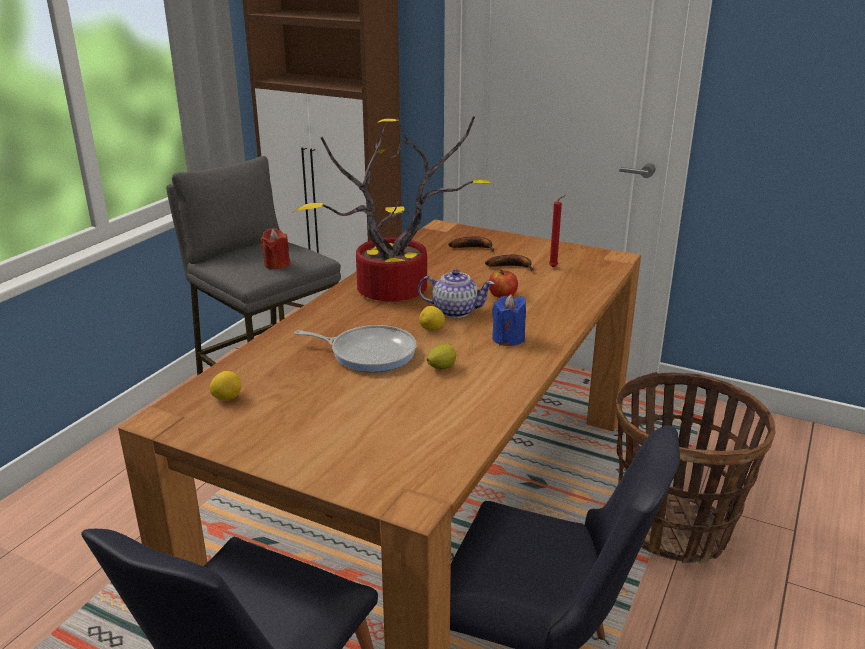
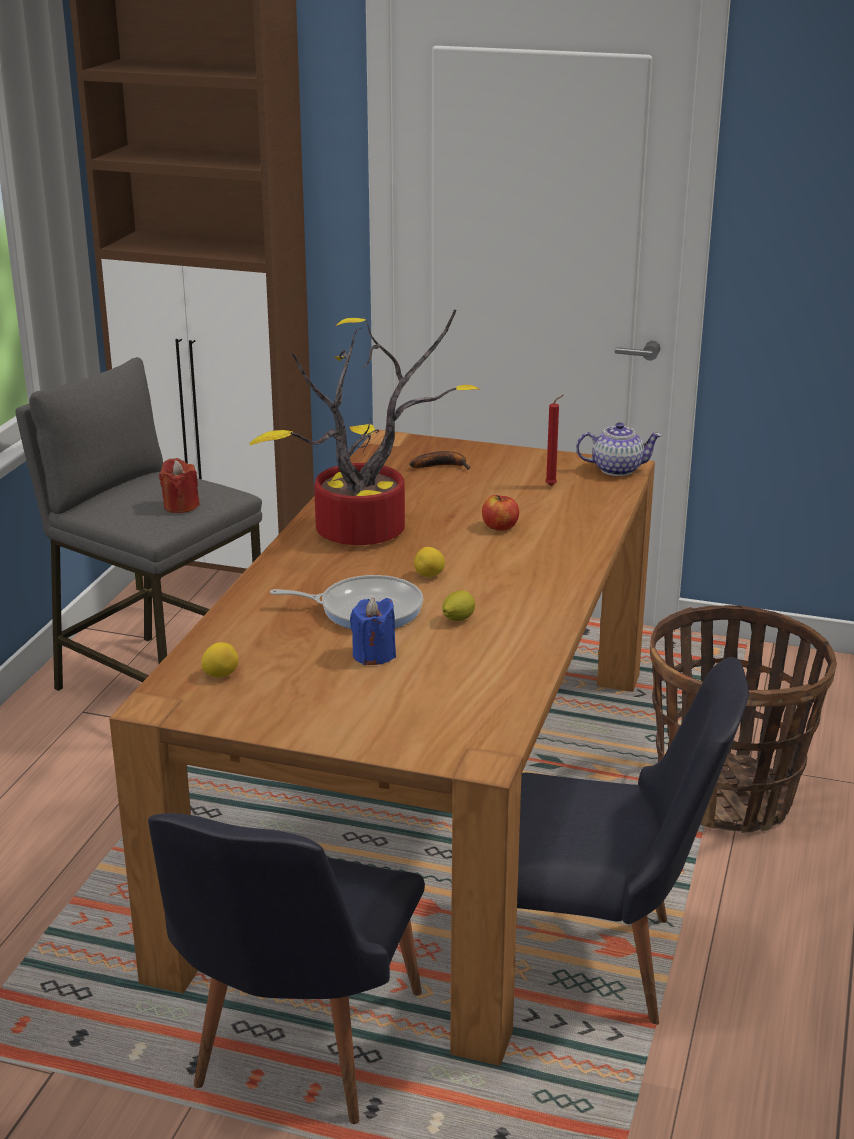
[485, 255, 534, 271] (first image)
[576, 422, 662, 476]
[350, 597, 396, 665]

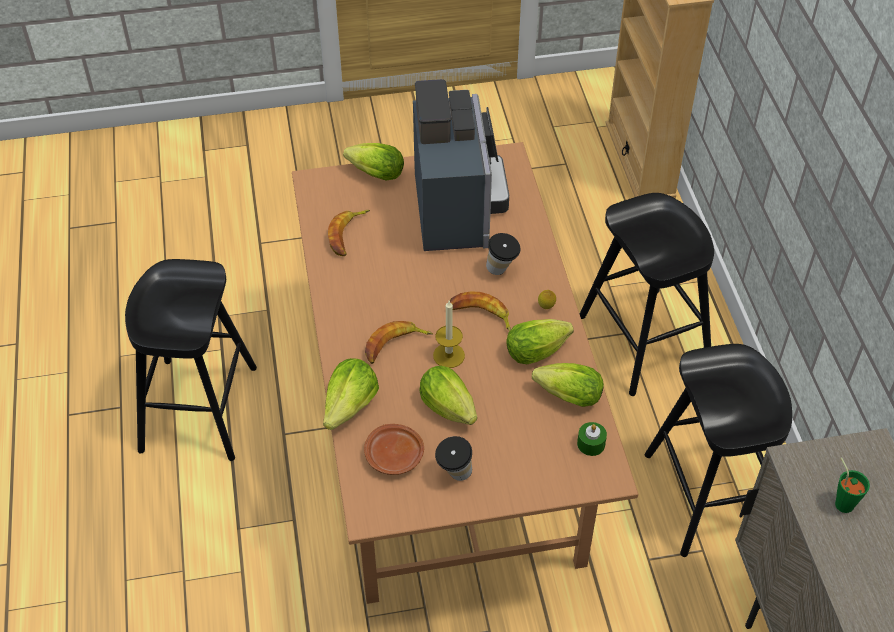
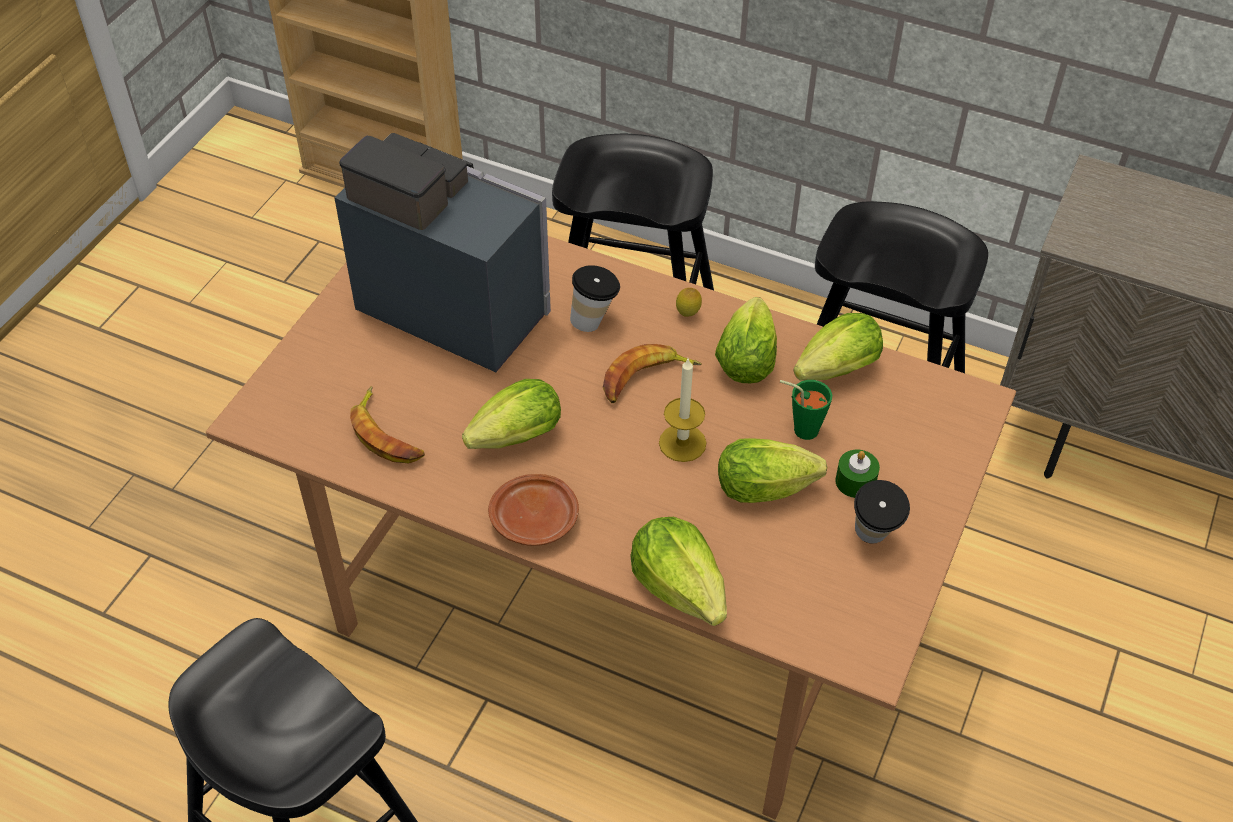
[462, 379, 561, 449]
[365, 321, 433, 364] (first image)
[835, 450, 880, 498]
[488, 474, 579, 546]
[780, 380, 832, 440]

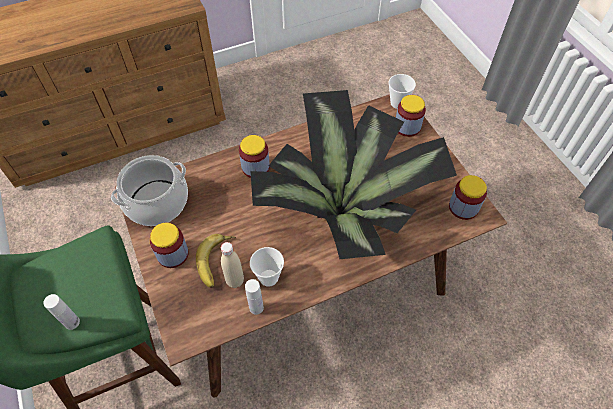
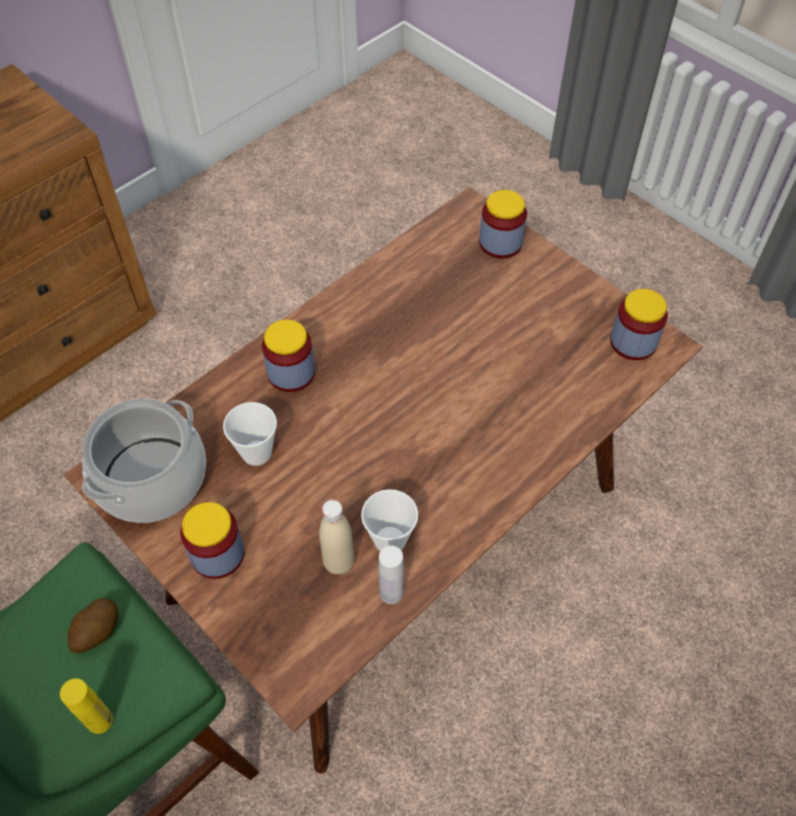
[223, 402, 277, 466]
[251, 90, 457, 259] (first image)
[196, 234, 236, 288] (first image)
[60, 678, 113, 734]
[68, 598, 118, 653]

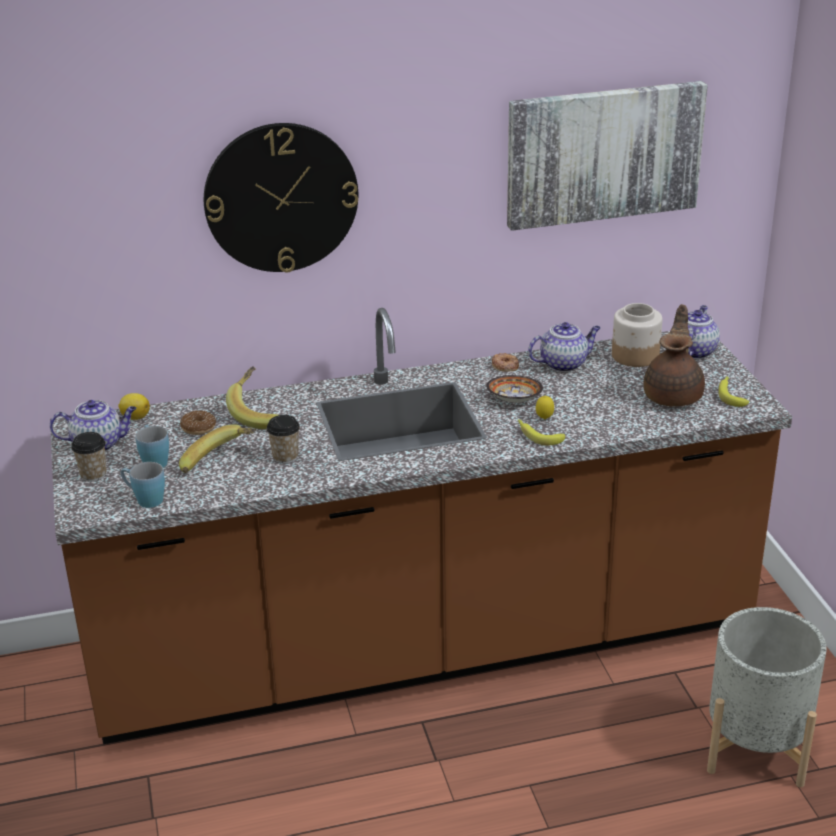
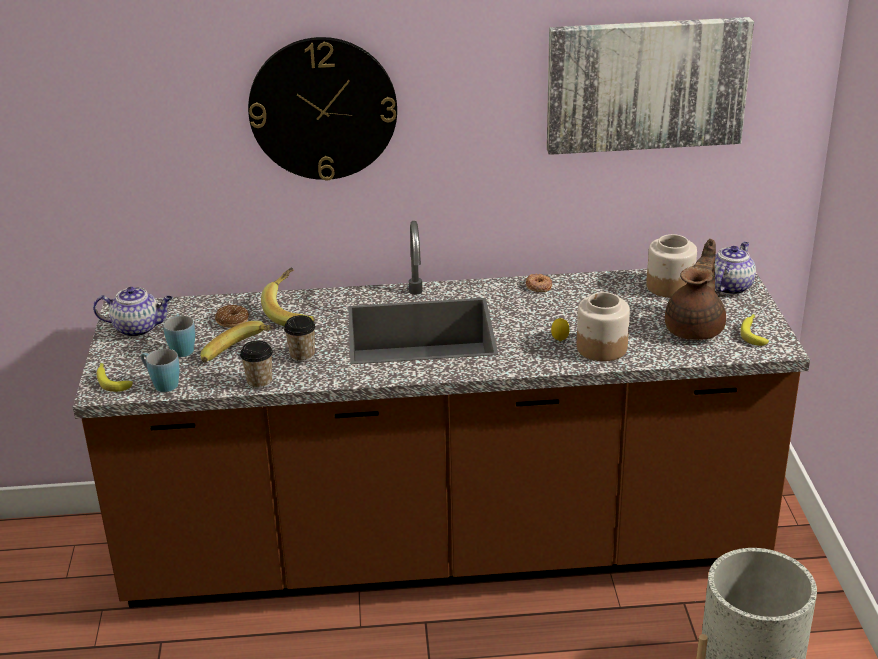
[528, 322, 601, 372] (first image)
[486, 375, 543, 402] (first image)
[118, 393, 150, 420] (first image)
[97, 363, 133, 392]
[240, 341, 273, 389]
[577, 292, 630, 361]

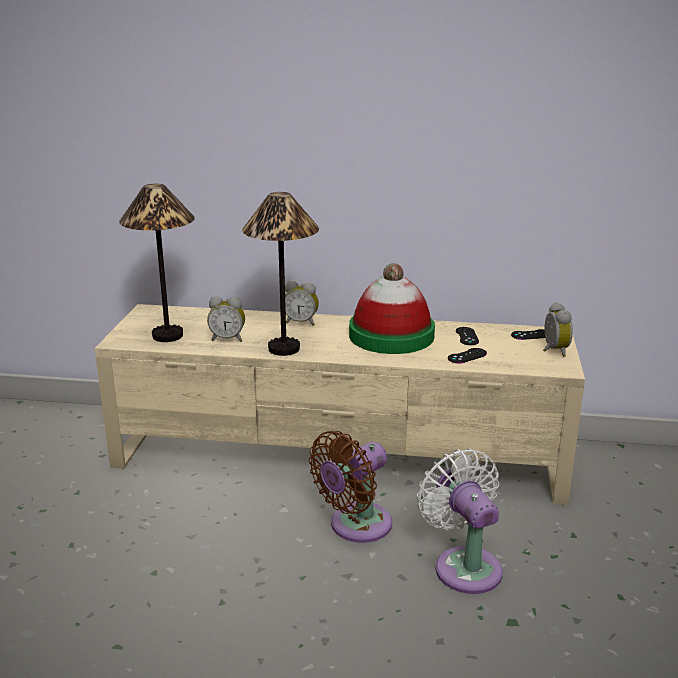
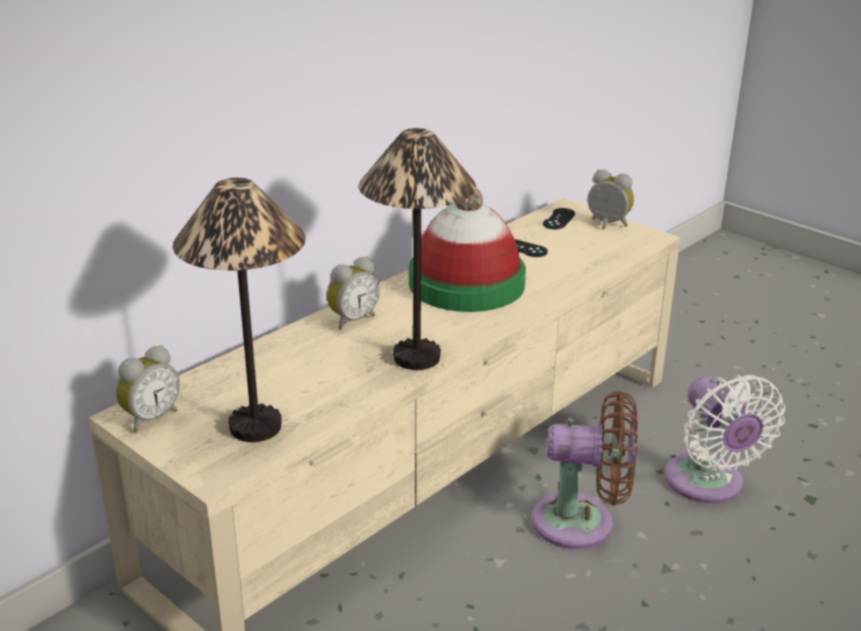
[116, 345, 180, 432]
[448, 348, 487, 363] (first image)
[532, 391, 638, 549]
[665, 375, 785, 503]

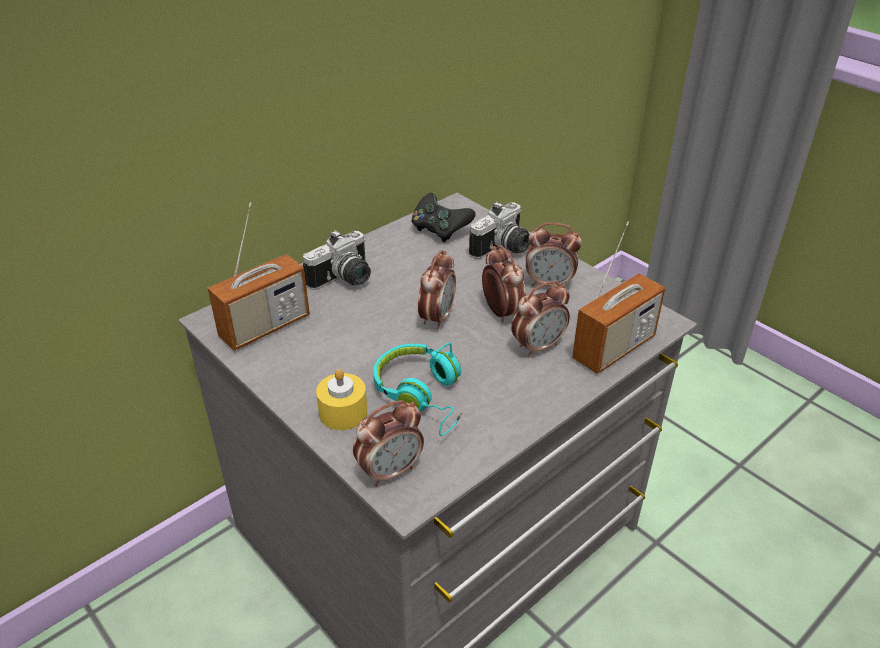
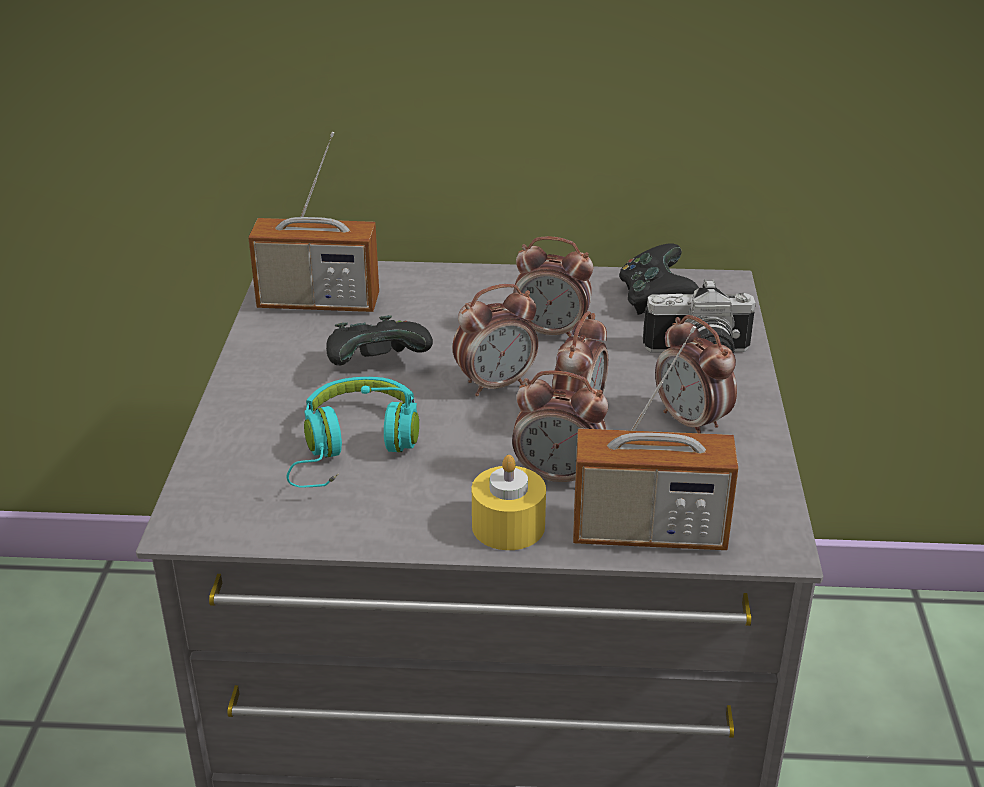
[303, 230, 371, 290] (first image)
[472, 455, 546, 550]
[513, 236, 593, 337]
[326, 315, 433, 365]

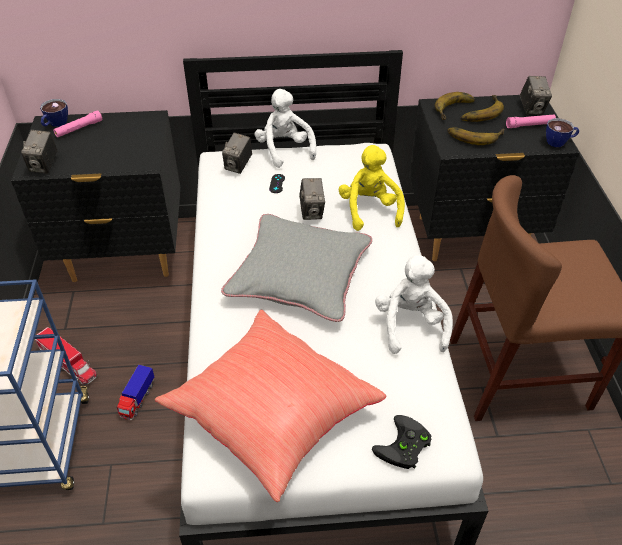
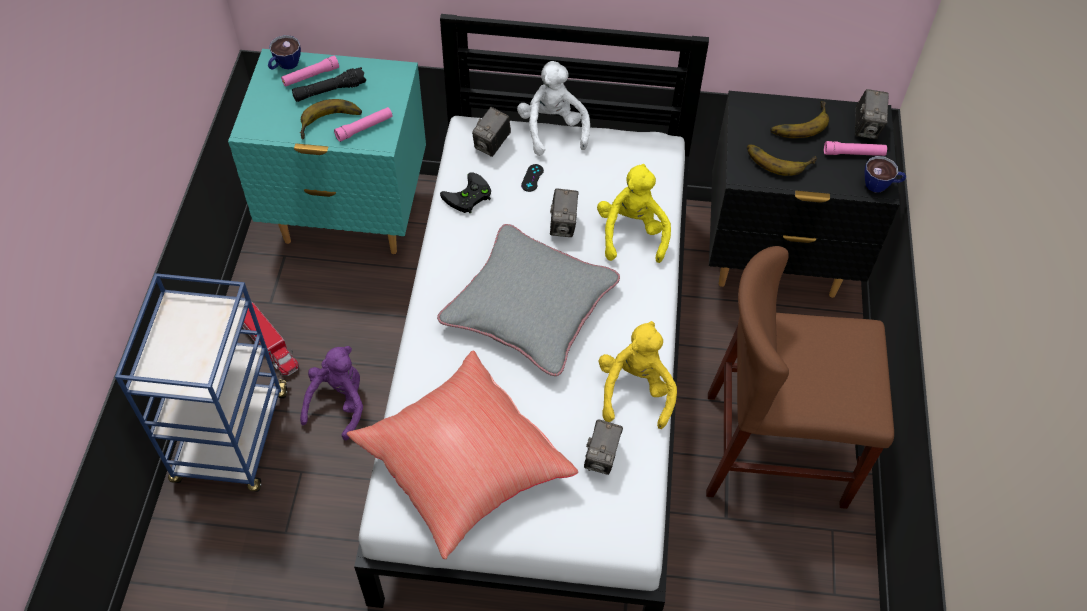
[300, 99, 362, 139]
[228, 49, 426, 254]
[584, 419, 623, 475]
[599, 321, 677, 429]
[300, 346, 363, 441]
[440, 173, 491, 213]
[292, 67, 366, 102]
[334, 107, 393, 142]

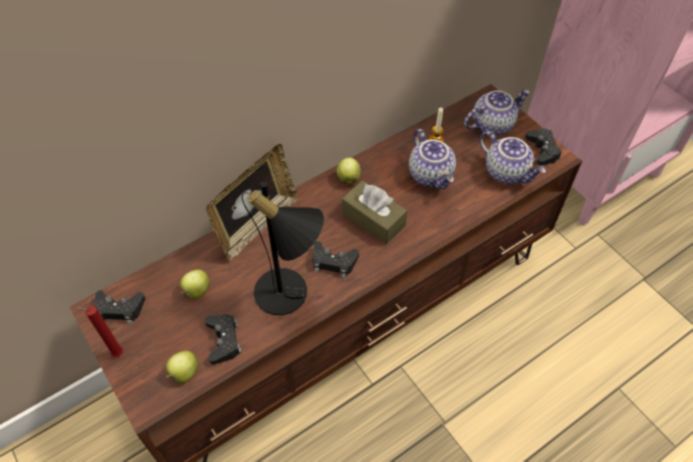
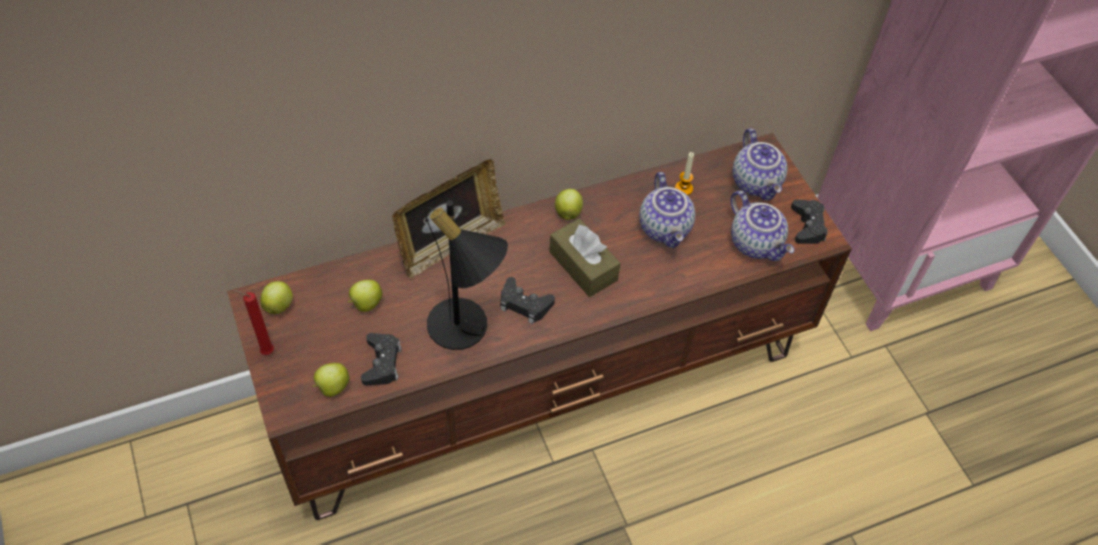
[733, 128, 787, 201]
[260, 281, 293, 314]

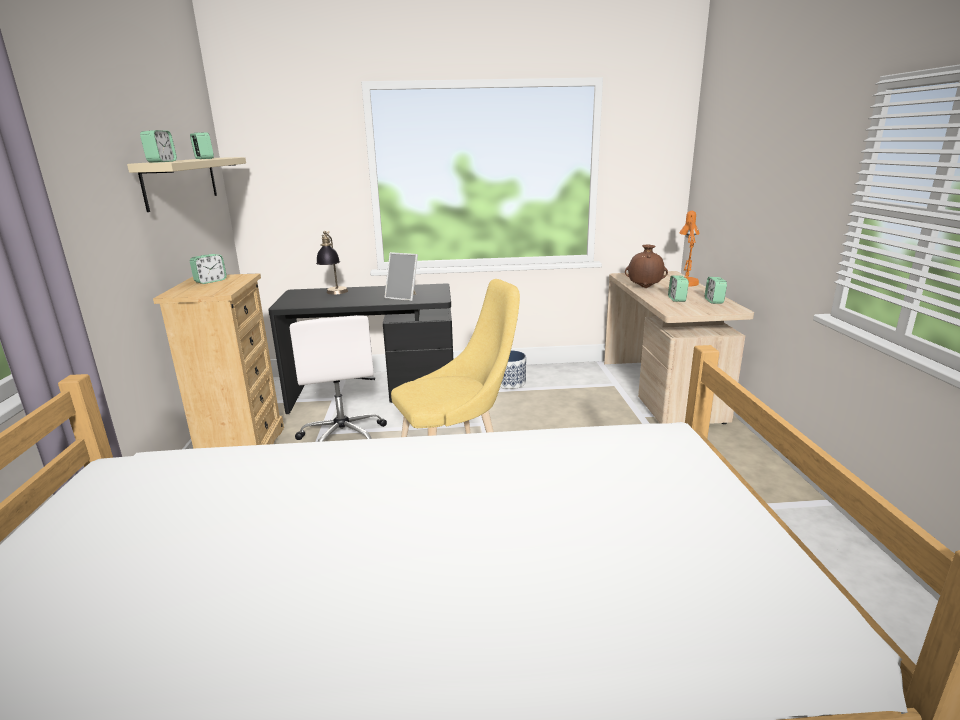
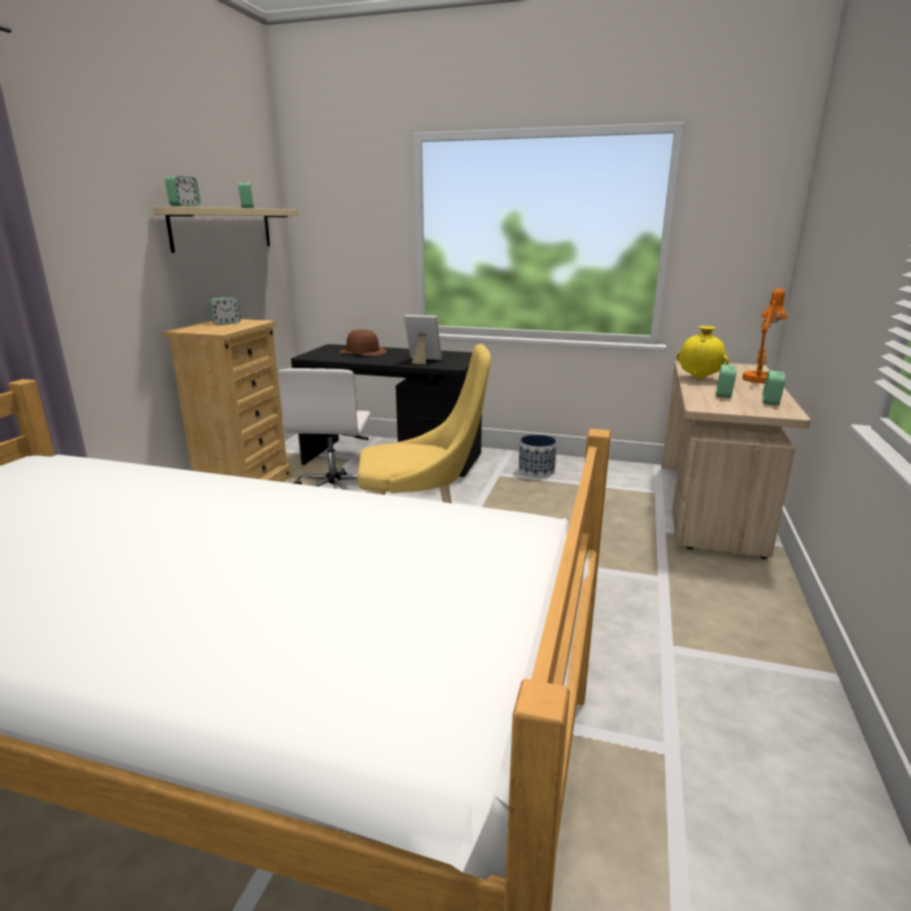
[340, 330, 386, 355]
[676, 326, 729, 379]
[404, 315, 442, 364]

